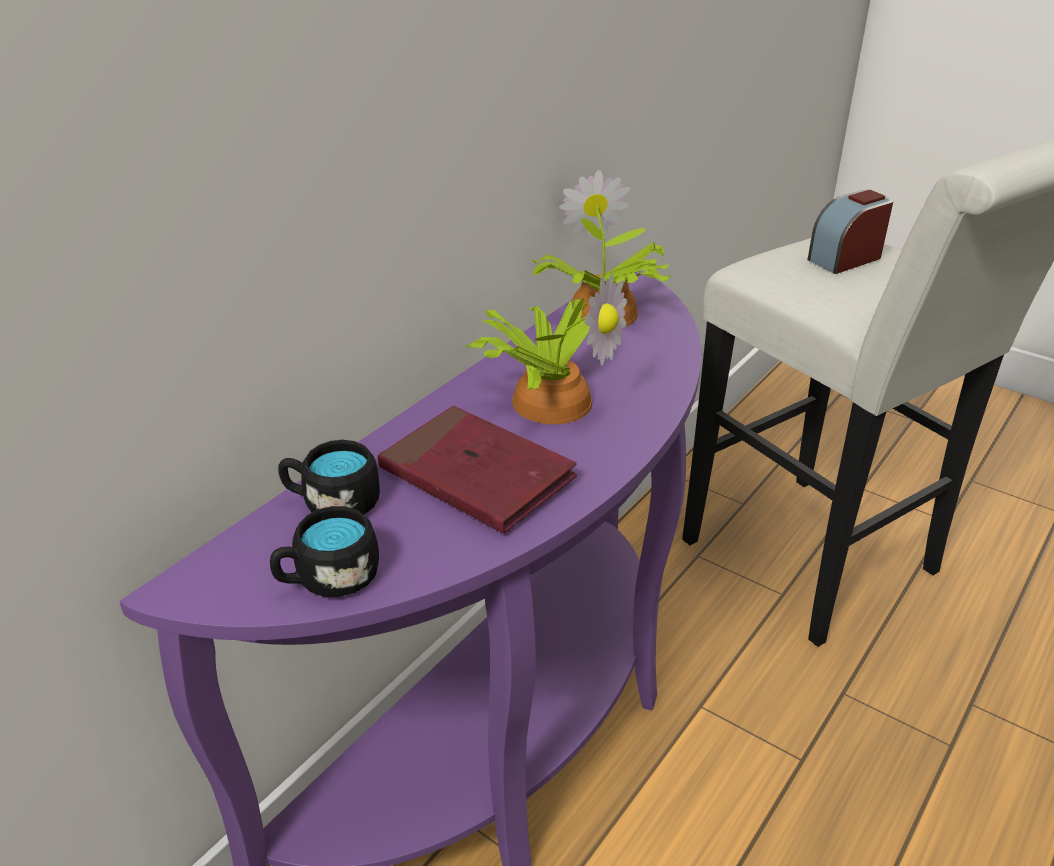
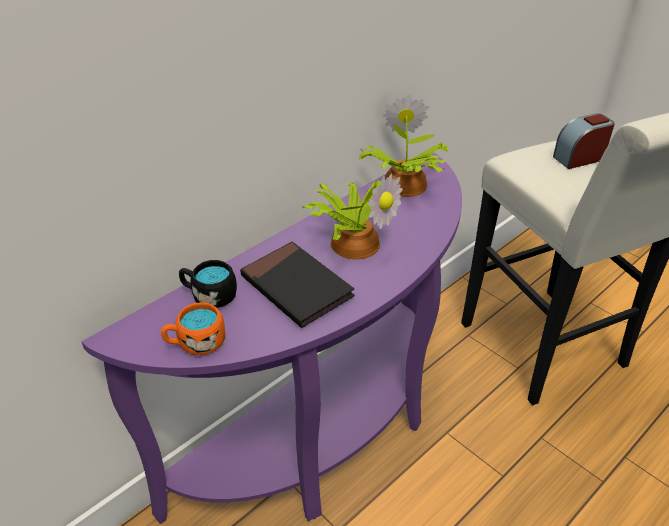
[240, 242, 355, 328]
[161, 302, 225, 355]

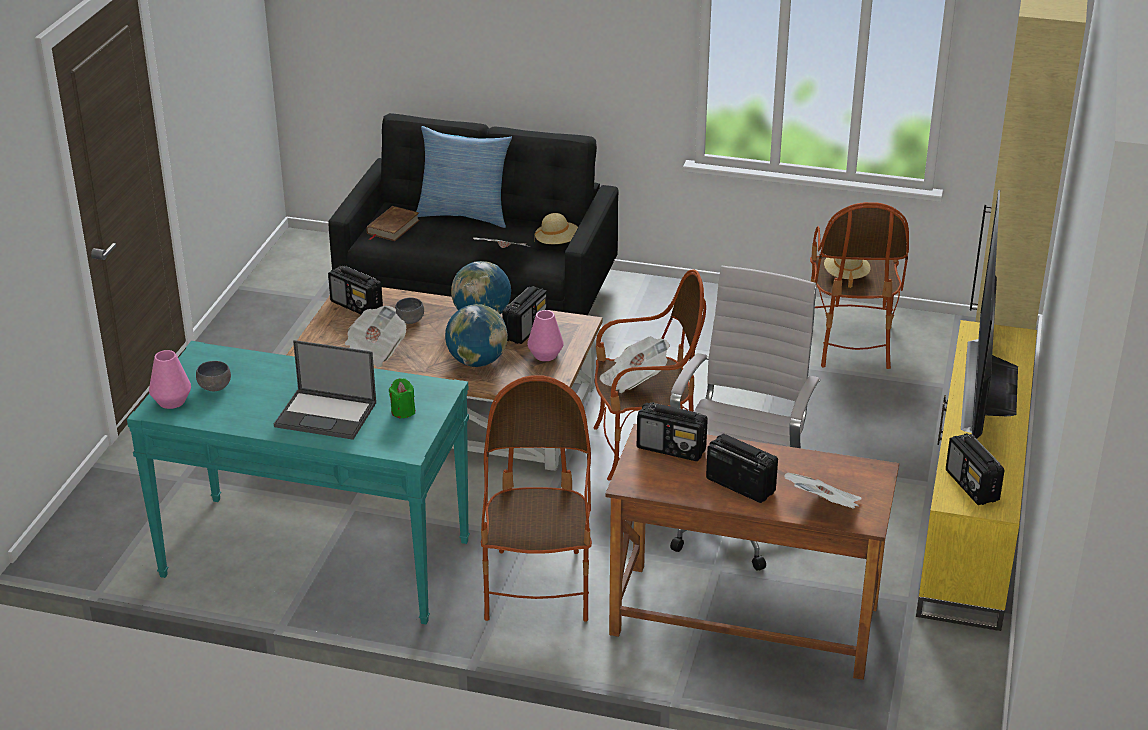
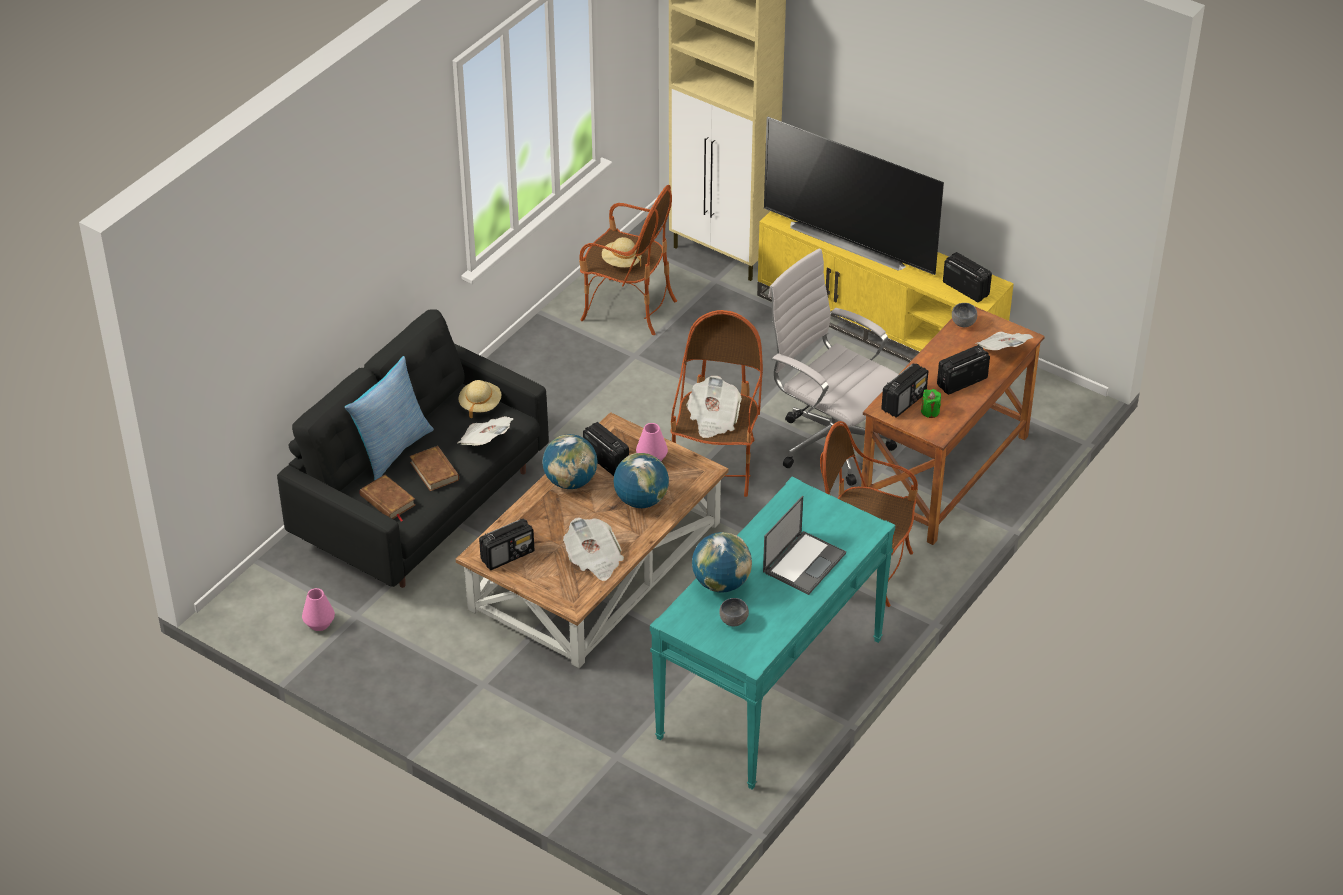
[952, 303, 977, 327]
[302, 588, 335, 631]
[921, 389, 941, 418]
[943, 252, 992, 302]
[409, 446, 459, 491]
[692, 532, 752, 593]

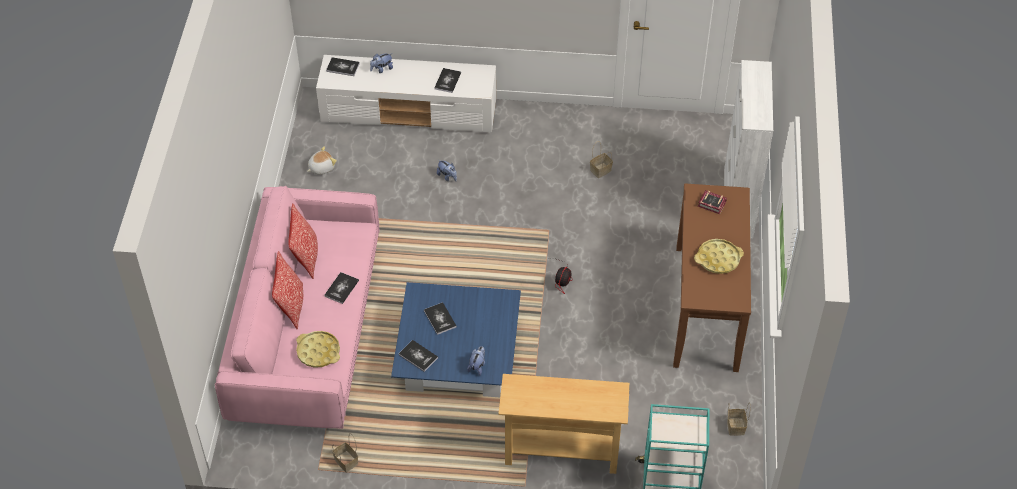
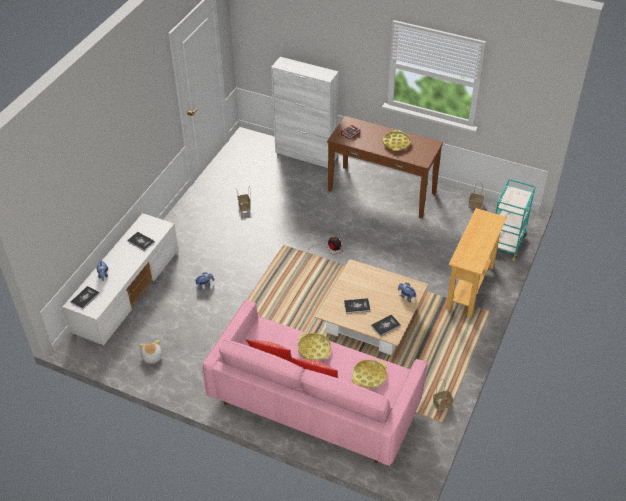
[298, 333, 331, 361]
[315, 259, 428, 355]

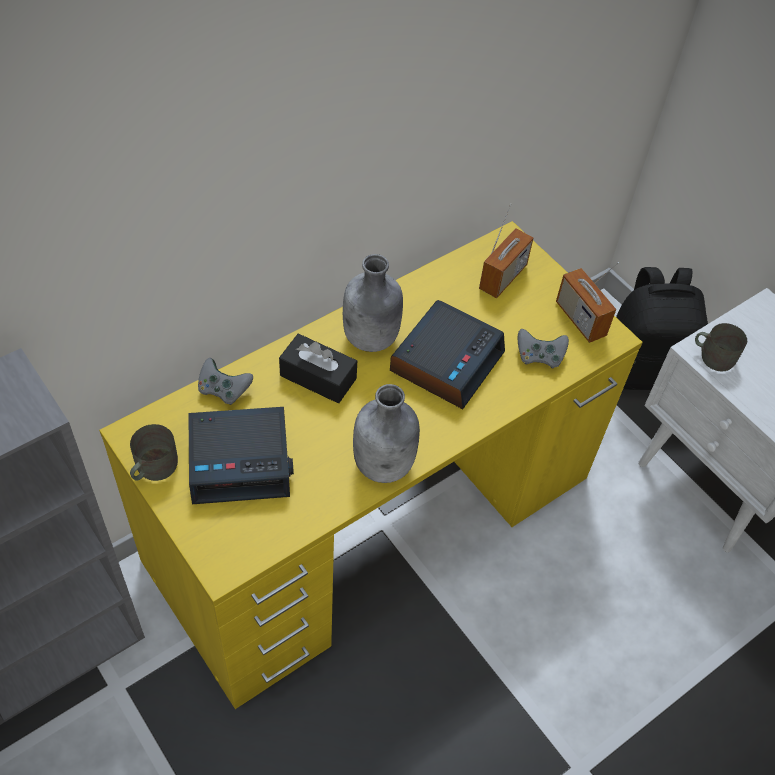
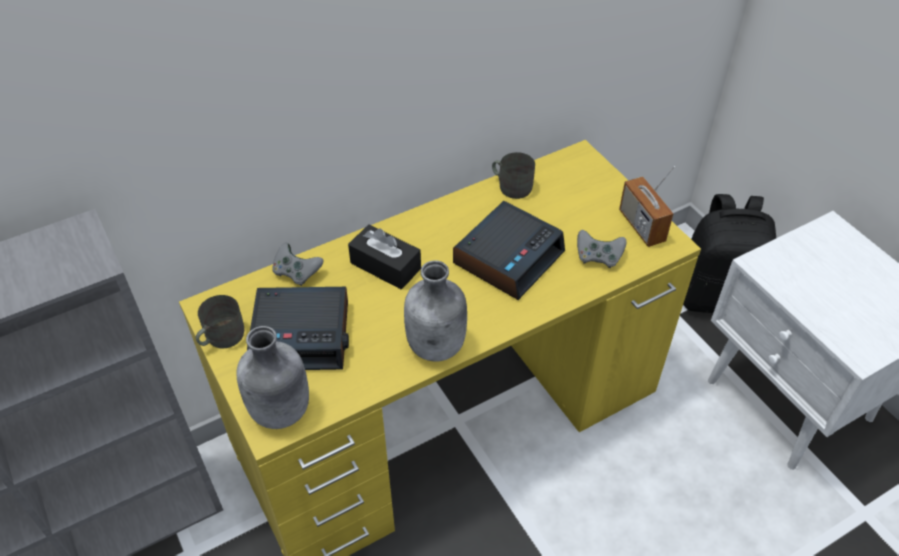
[479, 203, 533, 298] (first image)
[236, 326, 309, 429]
[492, 152, 535, 199]

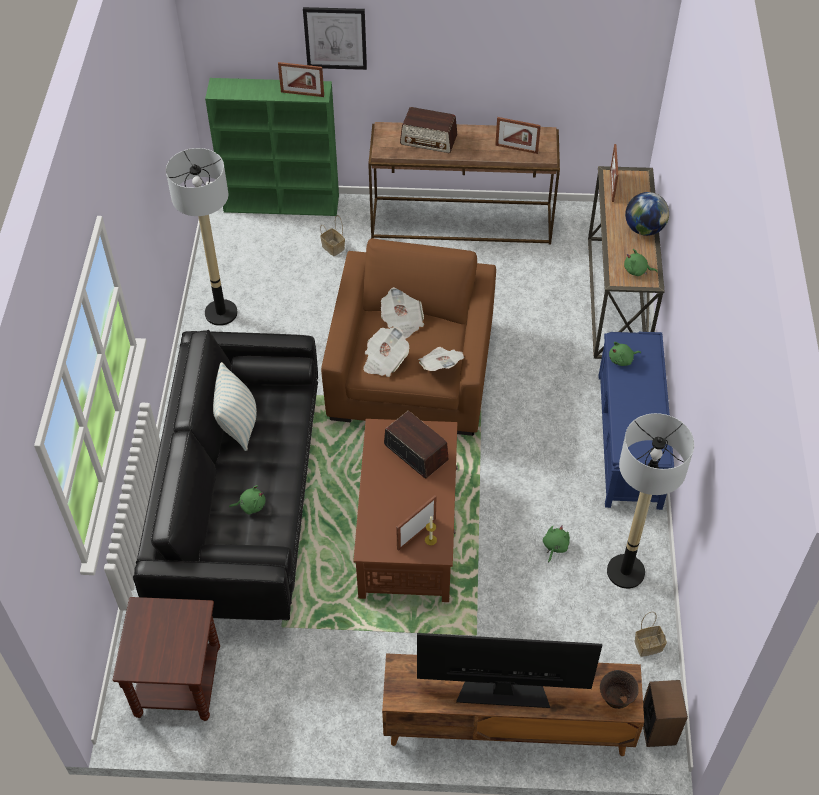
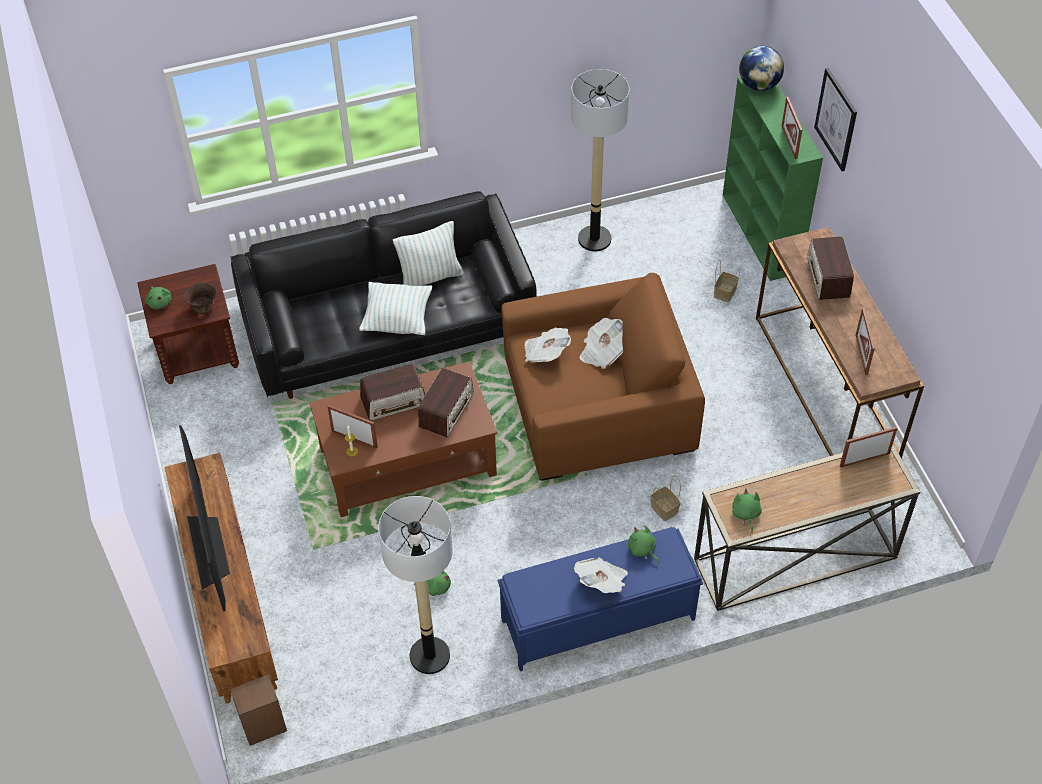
[739, 46, 784, 91]
[574, 557, 628, 593]
[145, 286, 171, 309]
[651, 476, 681, 521]
[184, 283, 217, 314]
[359, 282, 432, 335]
[360, 364, 425, 421]

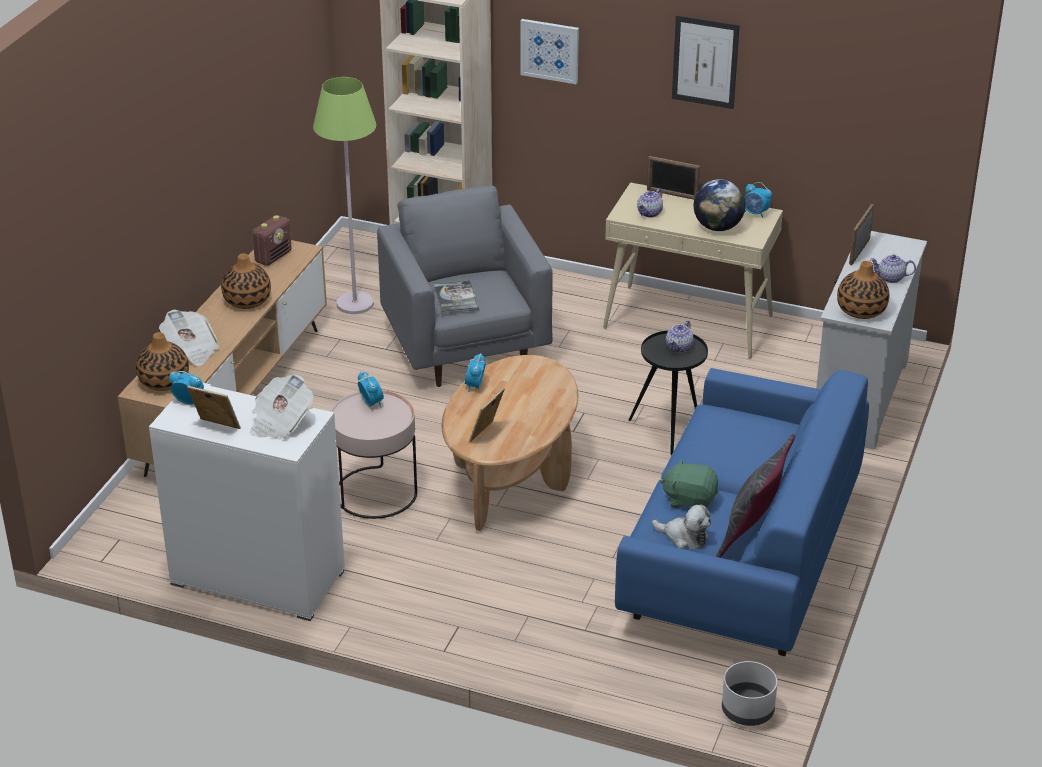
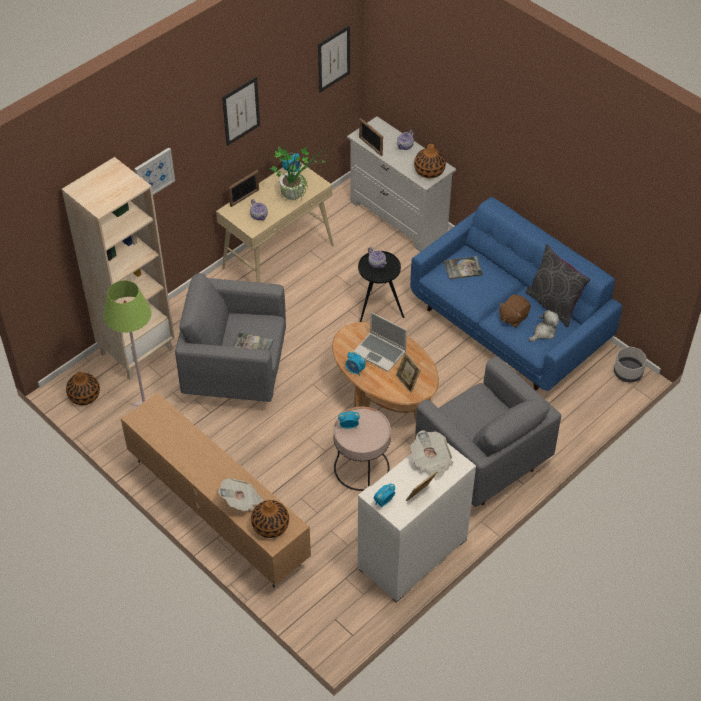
[270, 144, 328, 200]
[252, 215, 292, 266] (first image)
[66, 371, 100, 405]
[499, 295, 531, 327]
[318, 25, 350, 93]
[444, 256, 483, 279]
[353, 312, 407, 372]
[415, 357, 561, 507]

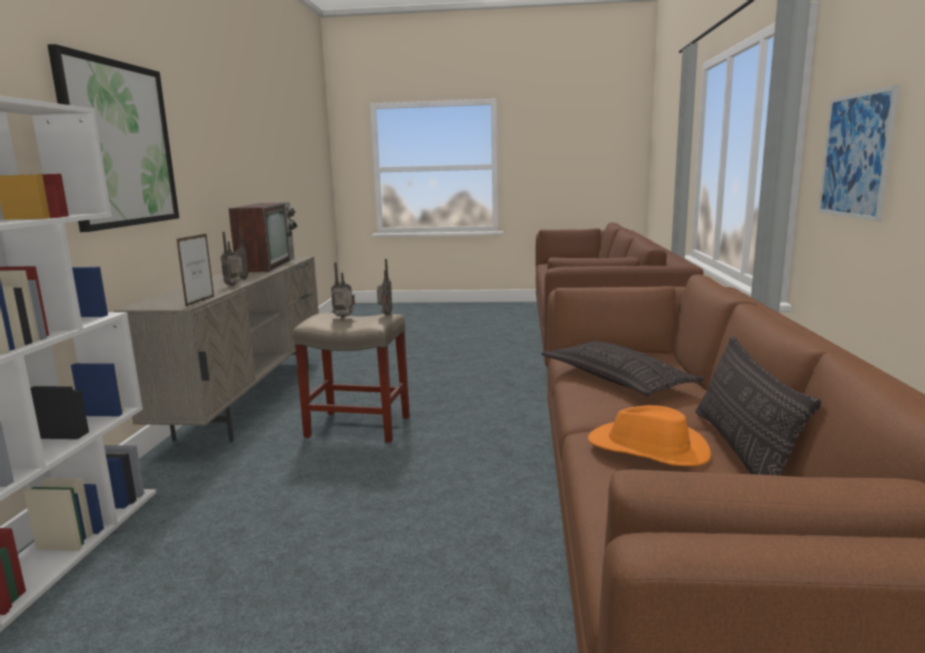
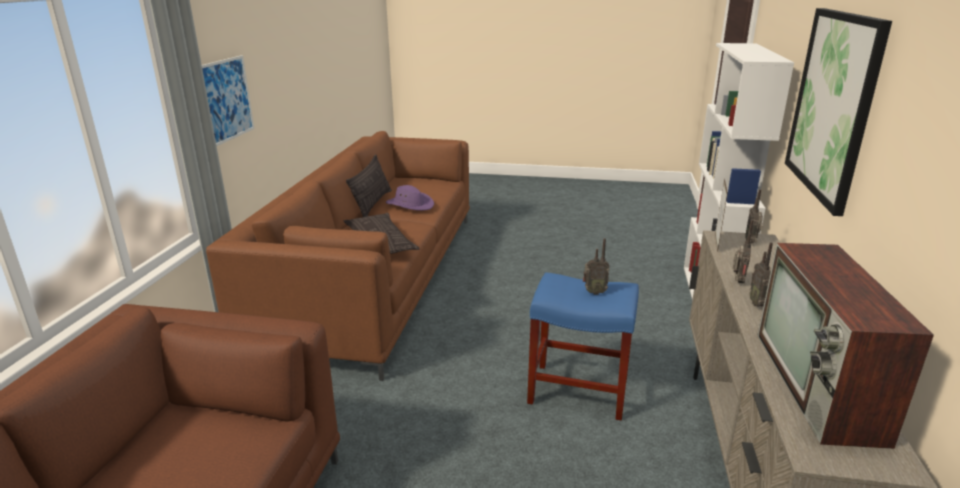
[745, 189, 763, 244]
[527, 272, 639, 421]
[386, 185, 434, 211]

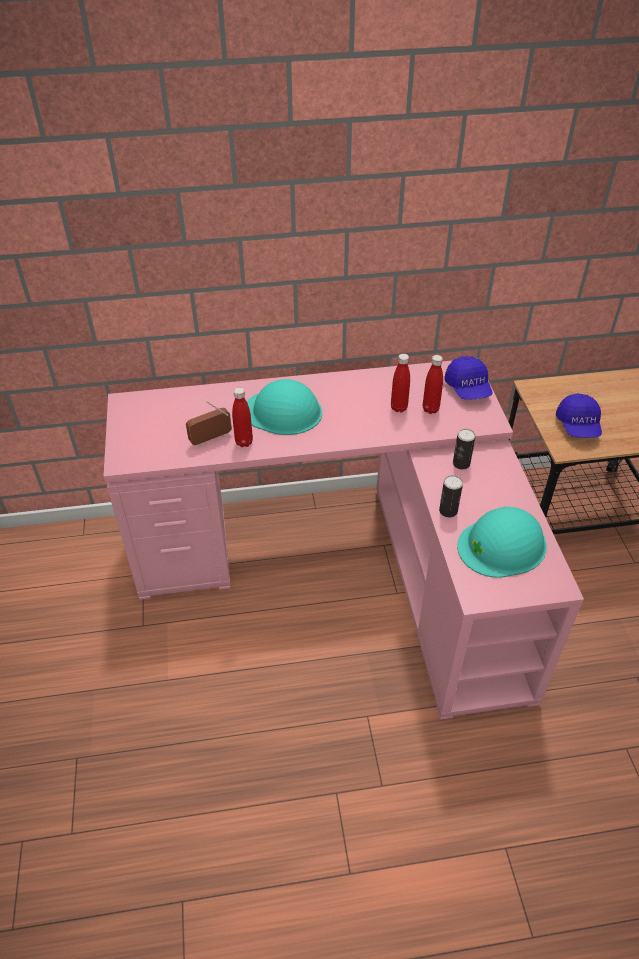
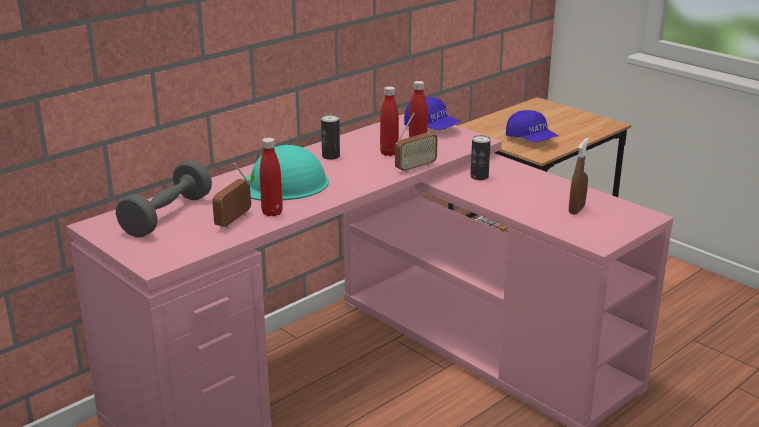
[321, 115, 340, 160]
[569, 138, 589, 215]
[395, 113, 438, 173]
[116, 160, 212, 238]

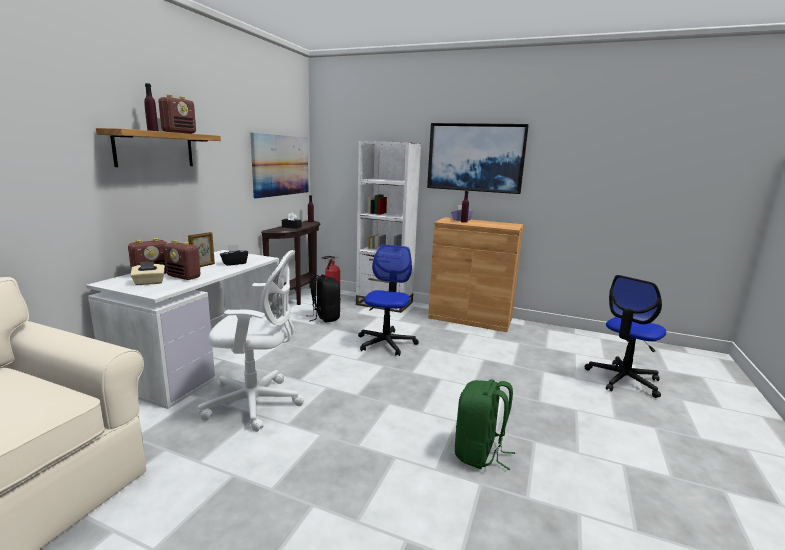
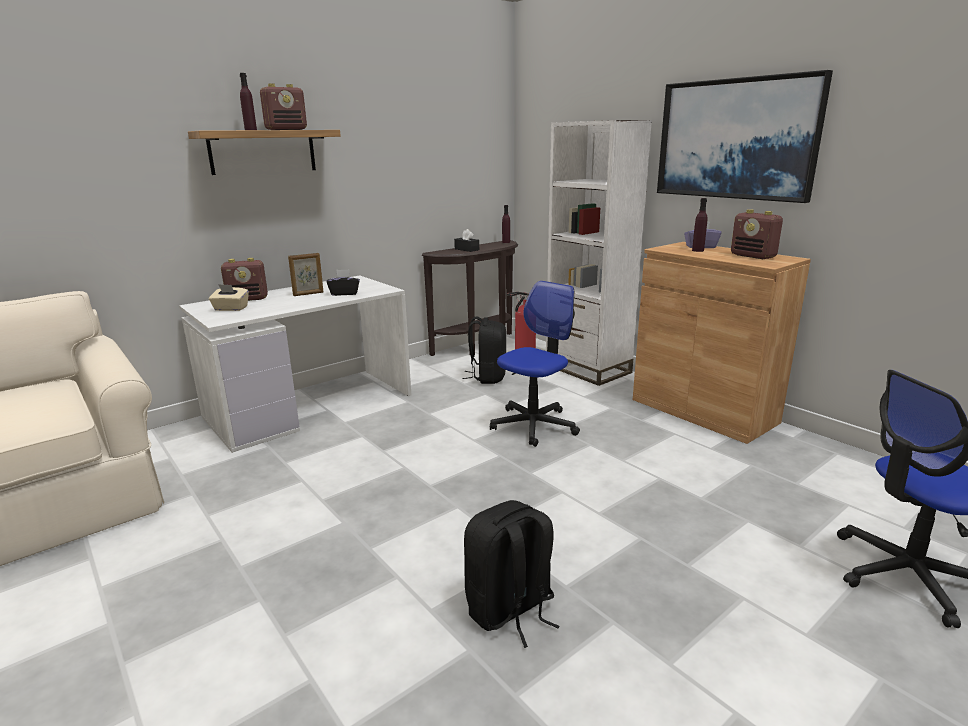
[250, 133, 308, 199] (first image)
[731, 209, 783, 259]
[198, 250, 305, 432] (first image)
[464, 500, 560, 648]

